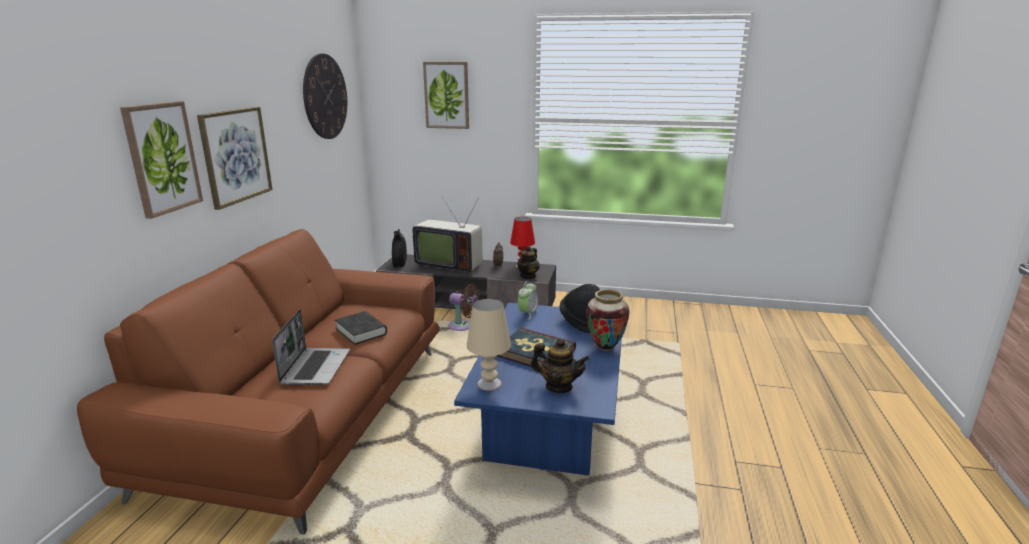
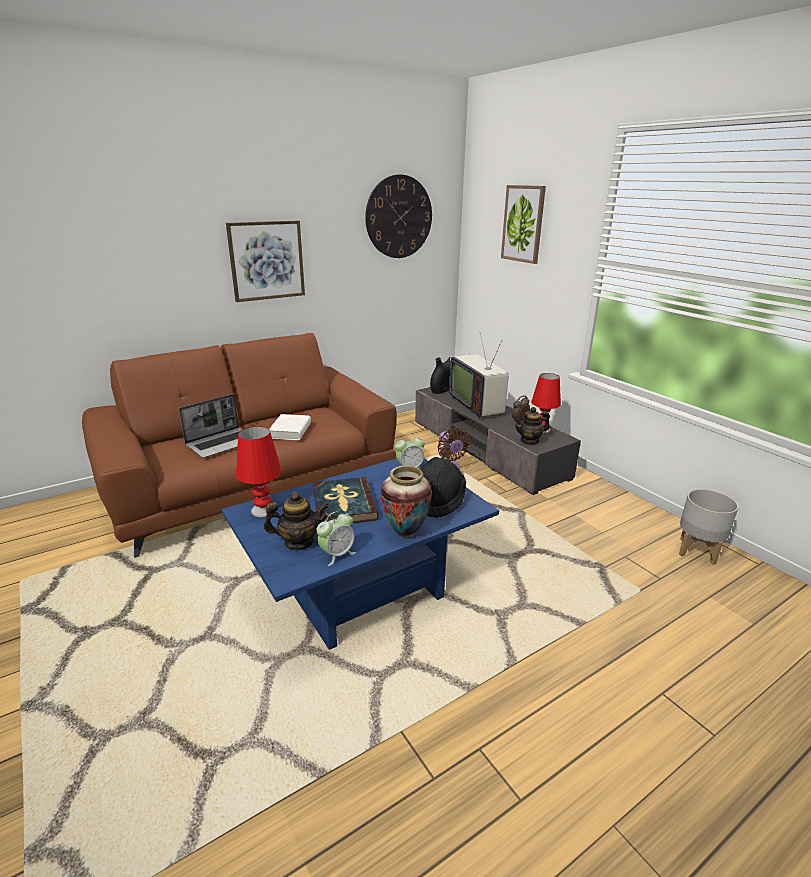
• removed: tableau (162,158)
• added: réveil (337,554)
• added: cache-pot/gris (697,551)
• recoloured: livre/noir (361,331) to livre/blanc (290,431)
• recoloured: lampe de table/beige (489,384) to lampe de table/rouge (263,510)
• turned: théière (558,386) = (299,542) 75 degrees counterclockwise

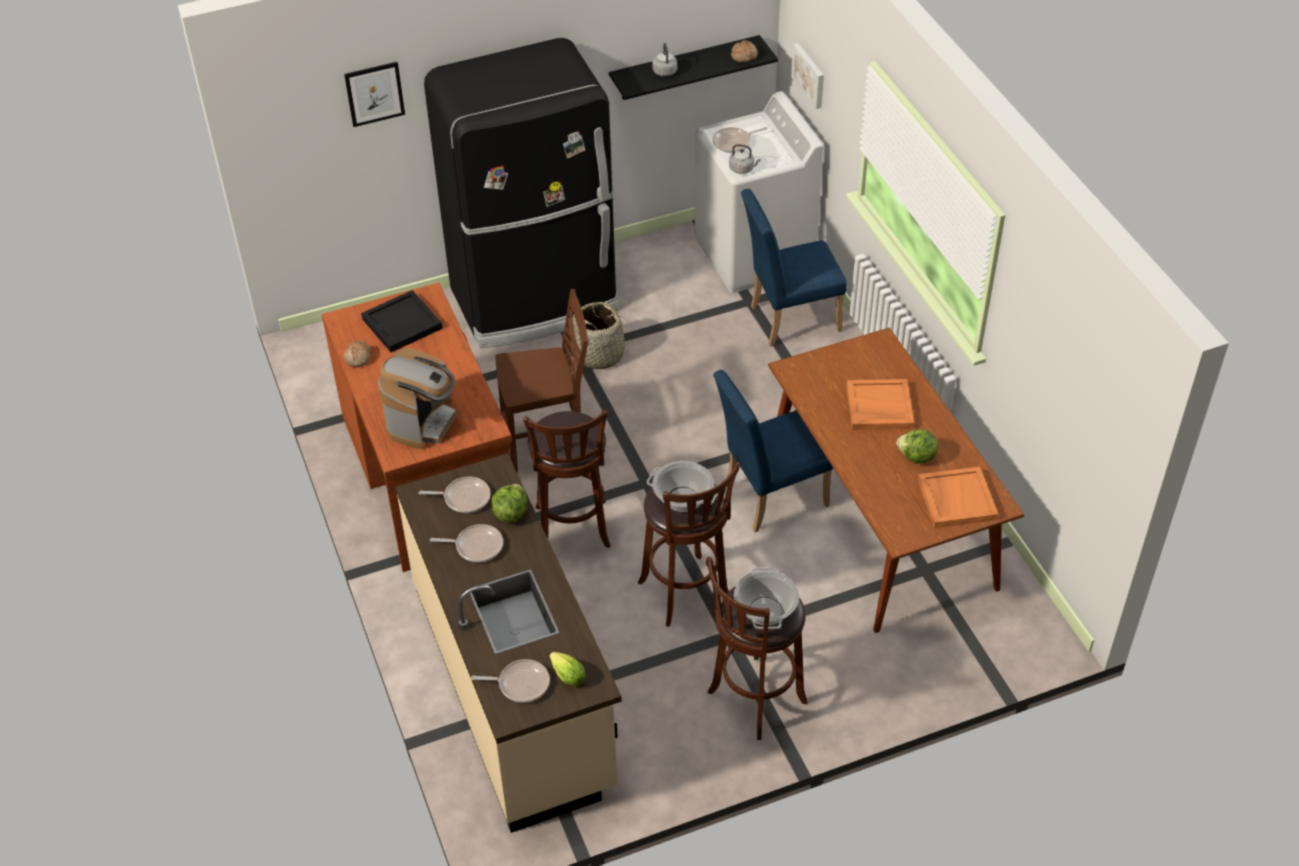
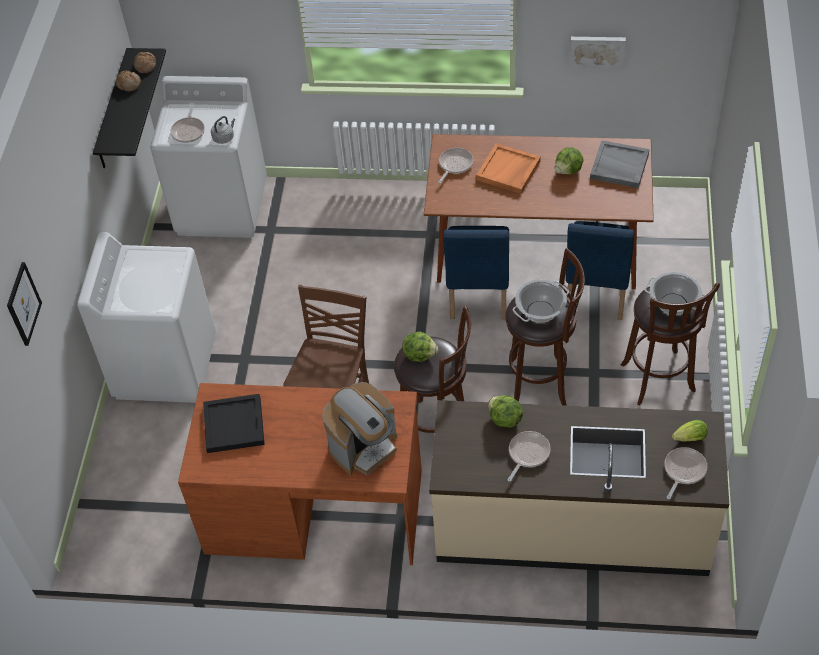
• removed: panier (600,354)
• removed: bouilloire/gris (664,71)
• added: laitue (419,354)
• moved: pain (358,358) to (129,84)
• moved: poêle (464,498) to (454,165)
• moved: chaise/bleu (788,319) to (596,295)
• moved: tableau (809,75) to (597,50)
• replaced: réfrigérateur/noir (535,301) to lave-linge/blanc (165,365)
• recoloured: plateau/orange (956,499) to plateau/gris (618,166)
• turned: machine à café (422,422) = (364,447) 90 degrees clockwise

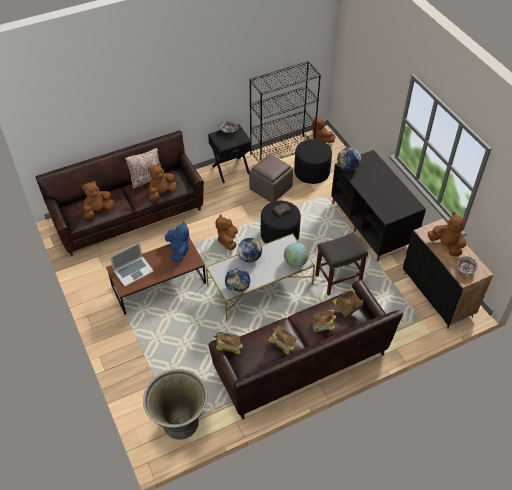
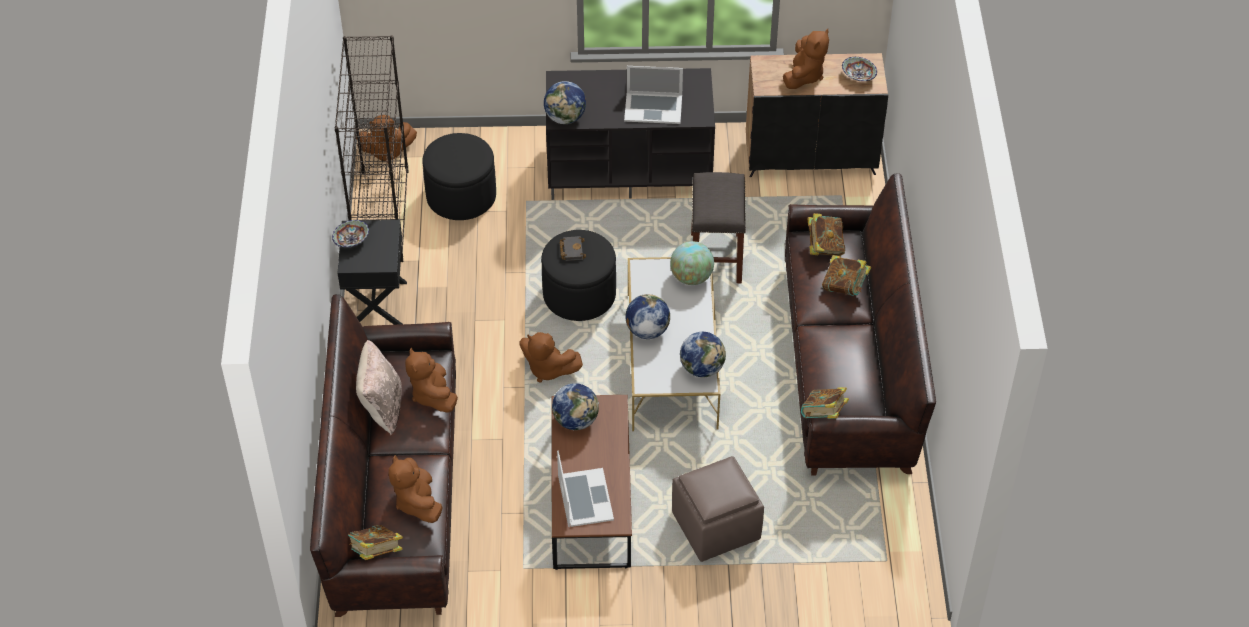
• removed: cache-pot/gris (180,423)
• added: ordinateur portable (653,108)
• moved: pouf/marron (270,188) to (715,527)
• moved: livre (282,345) to (374,553)
• replaced: peluche/bleu (178,251) to globe (576,420)
• turned: peluche/marron (446,245) = (804,75) 135 degrees clockwise

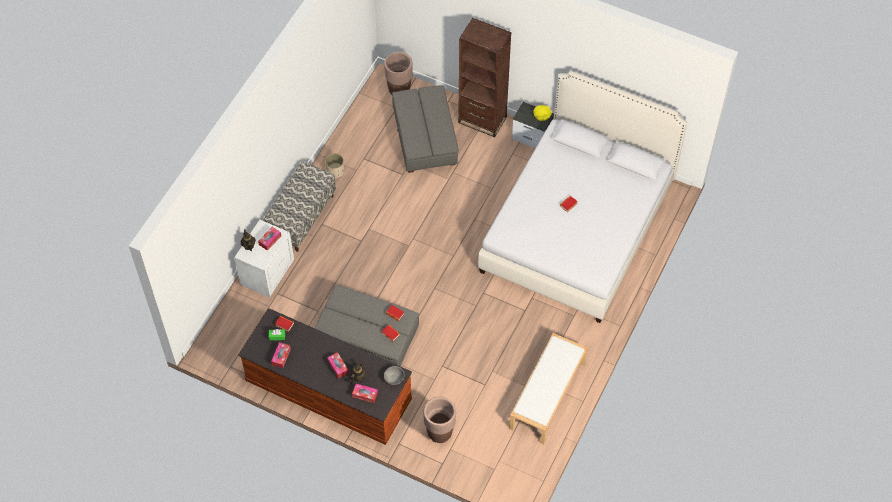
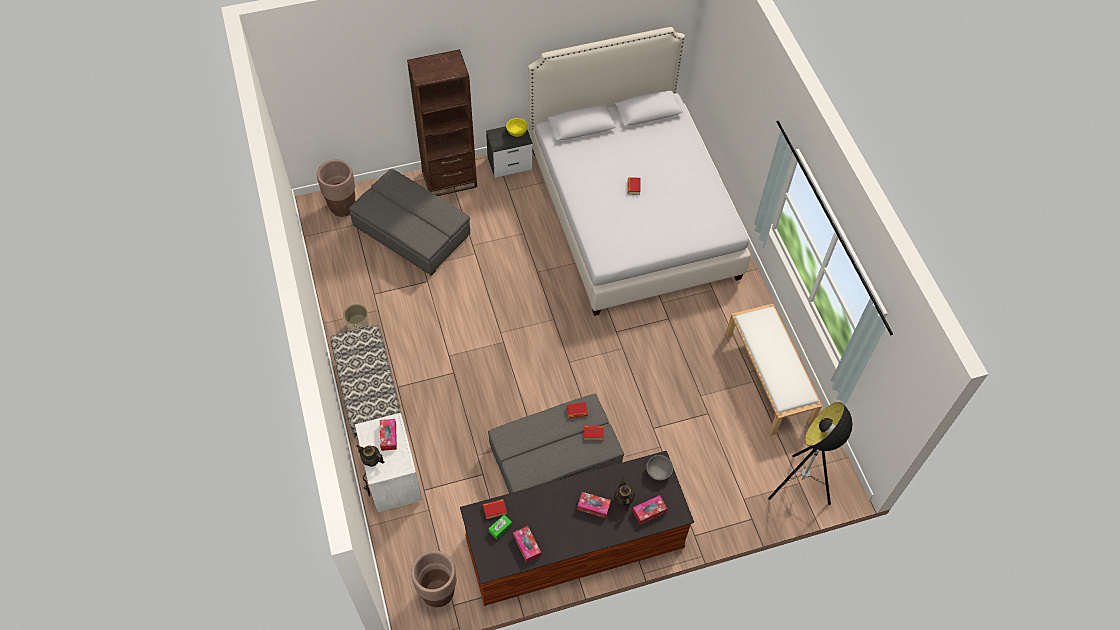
• added: lampadaire (798,487)
• moved: cache-pot/marron (440,433) to (438,593)

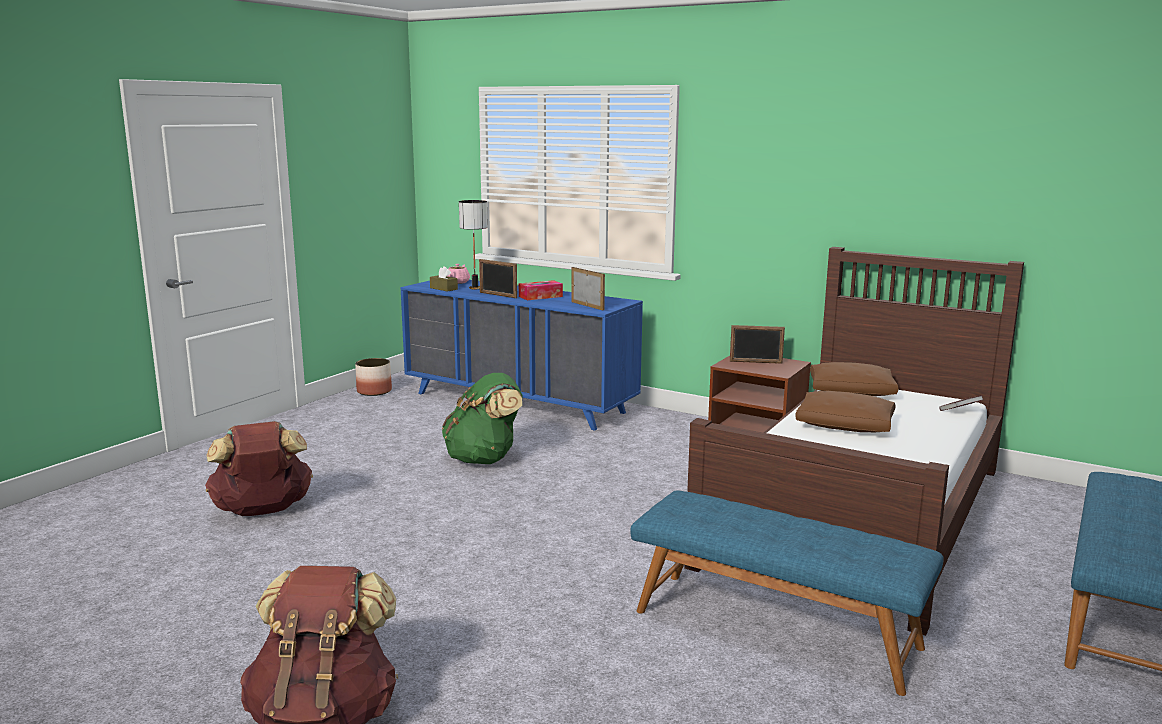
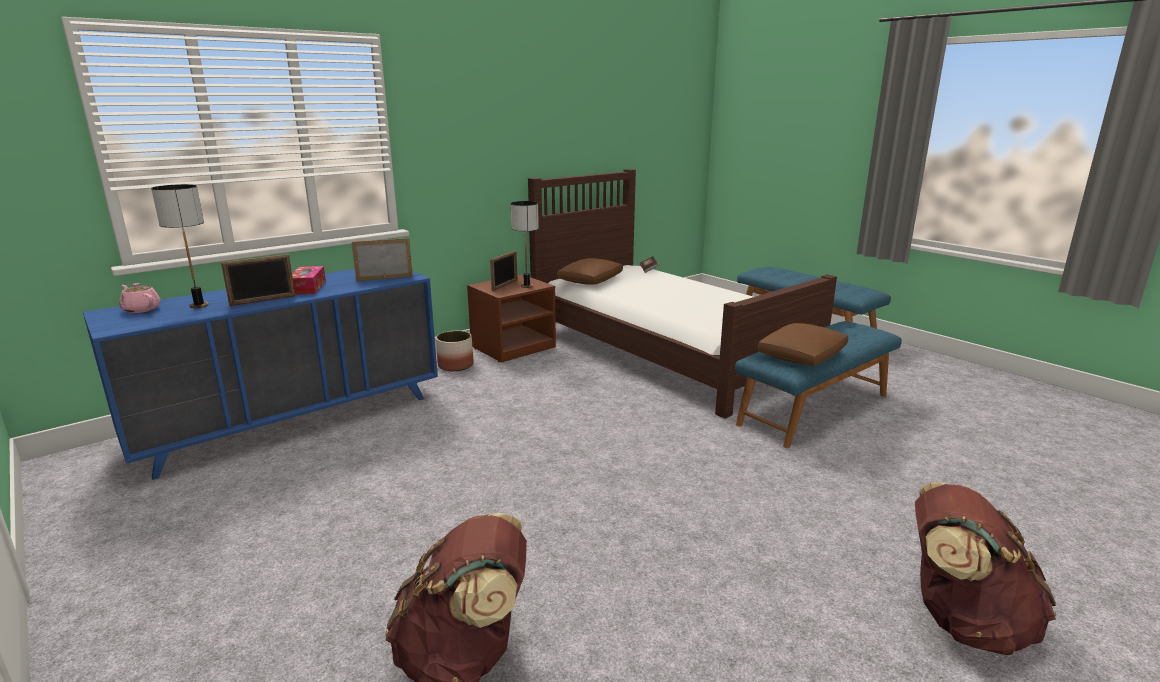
• removed: boîte à mouchoirs/marron (443,288)
• removed: sac à dos/vert (484,459)
• added: lampe de table (526,286)
• moved: cache-pot (374,391) to (455,365)
• moved: coussin/marron (845,425) to (802,355)

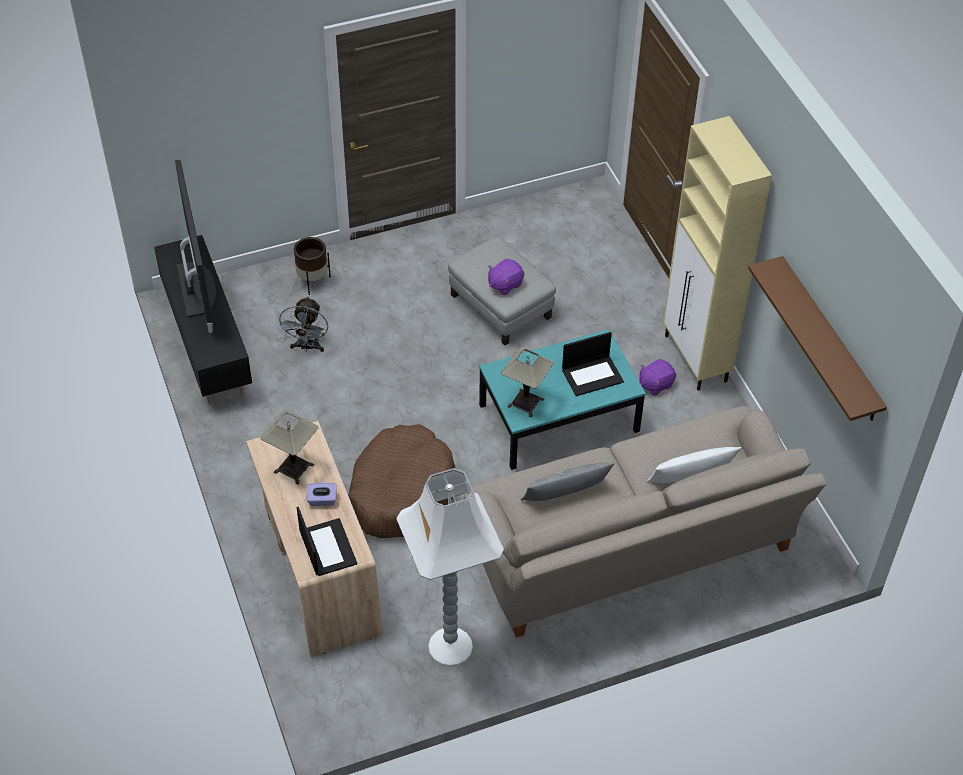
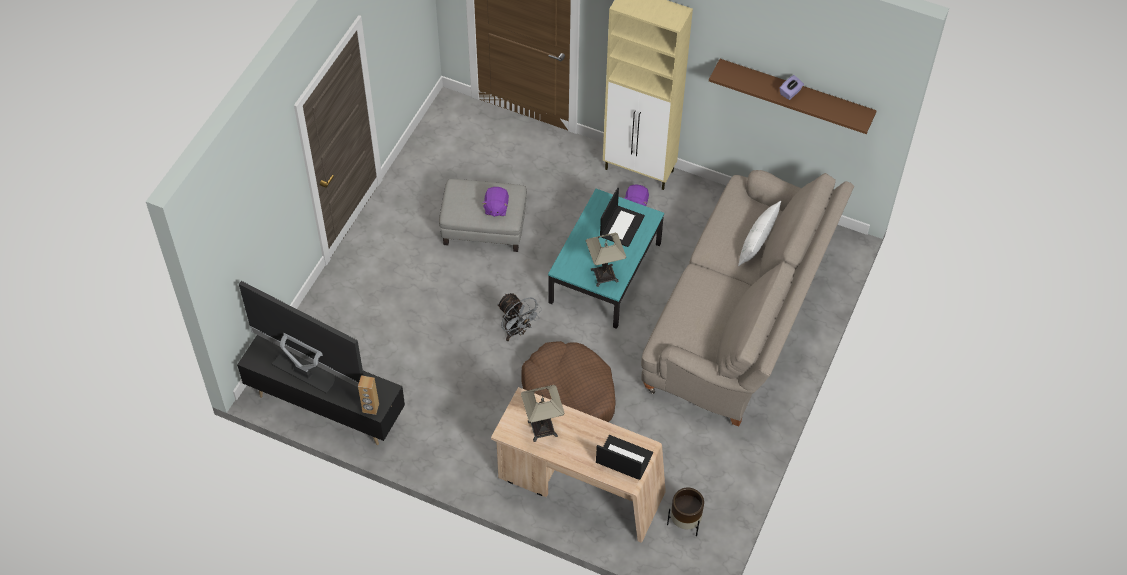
• removed: lampadaire/blanc (450,647)
• removed: coussin/gris (565,493)
• added: enceinte/marron (370,408)
• moved: ventilateur/gris (307,347) to (517,331)
• moved: cache-pot/marron (312,281) to (685,523)
• moved: boîte à mouchoirs/violet (322,500) to (790,92)

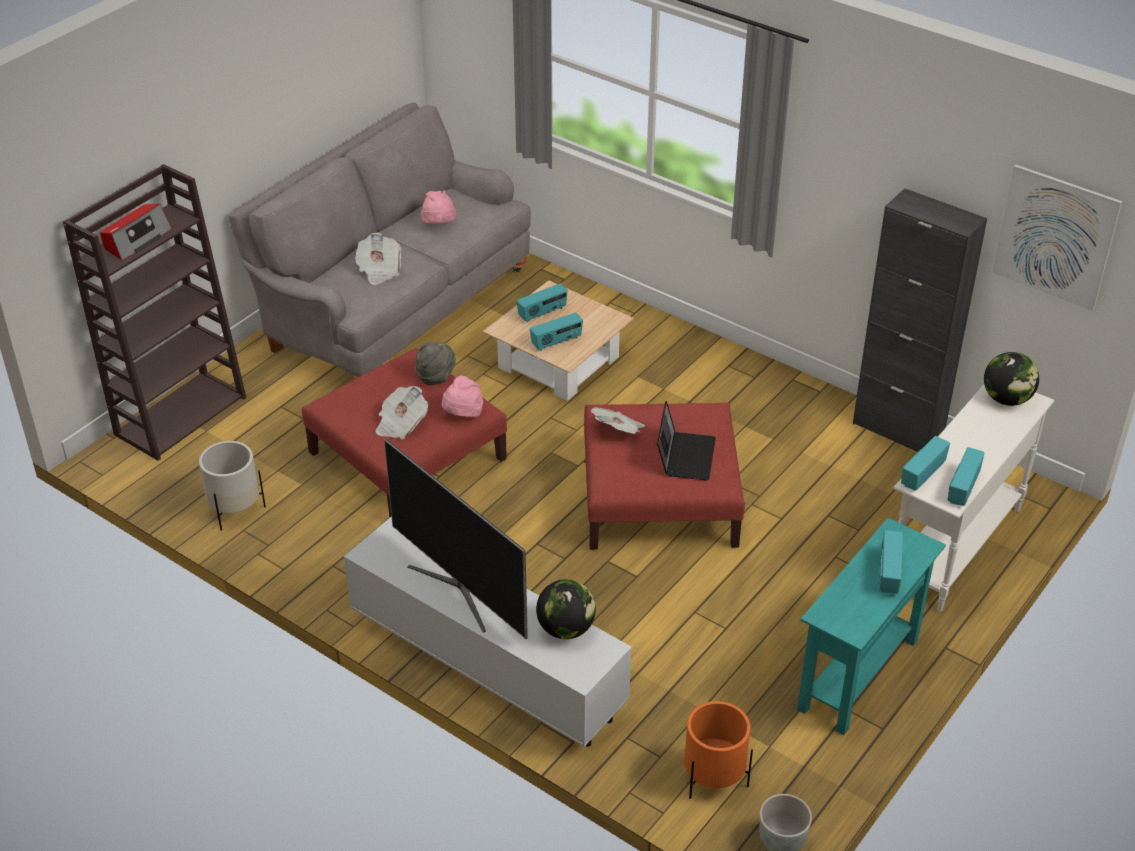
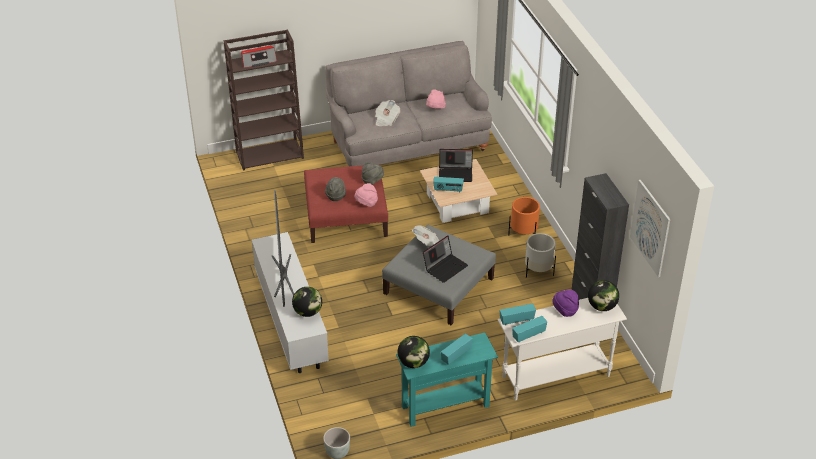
• added: globe (413,363)
• added: chapeau/violet (565,311)
• moved: cache-pot/blanc (235,510) to (538,271)
• moved: cache-pot/orange (713,778) to (523,233)
• replaced: journal (401,424) to chapeau/gris (335,196)
• replaced: radio (542,313) to ordinateur portable (456,173)
• recoloured: pouf/rouge (660,498) to pouf/gris (439,287)

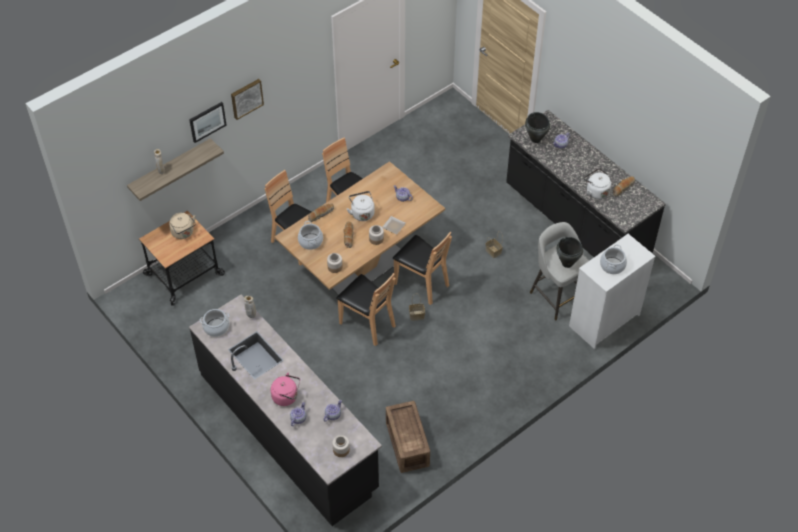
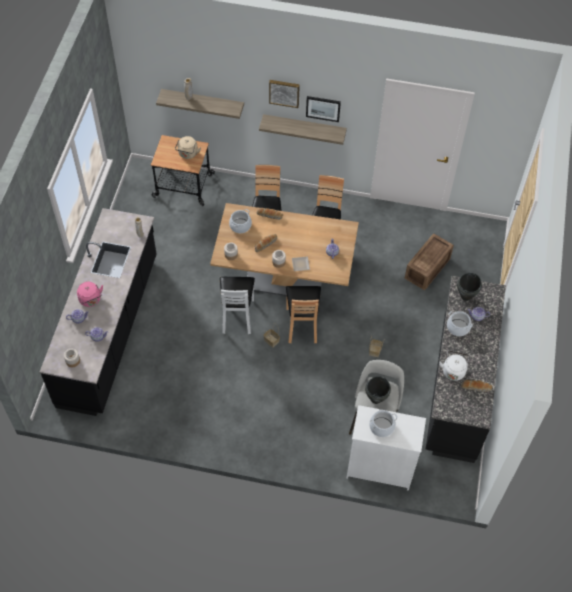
• removed: bouilloire/blanc (362,213)
• added: étagère (304,127)
• moved: tableau (207,121) to (323,108)
• moved: marmite (216,327) to (458,327)
• moved: caisse (408,443) to (428,268)
• recoloured: chaise/marron (367,323) to chaise/blanc (237,315)

